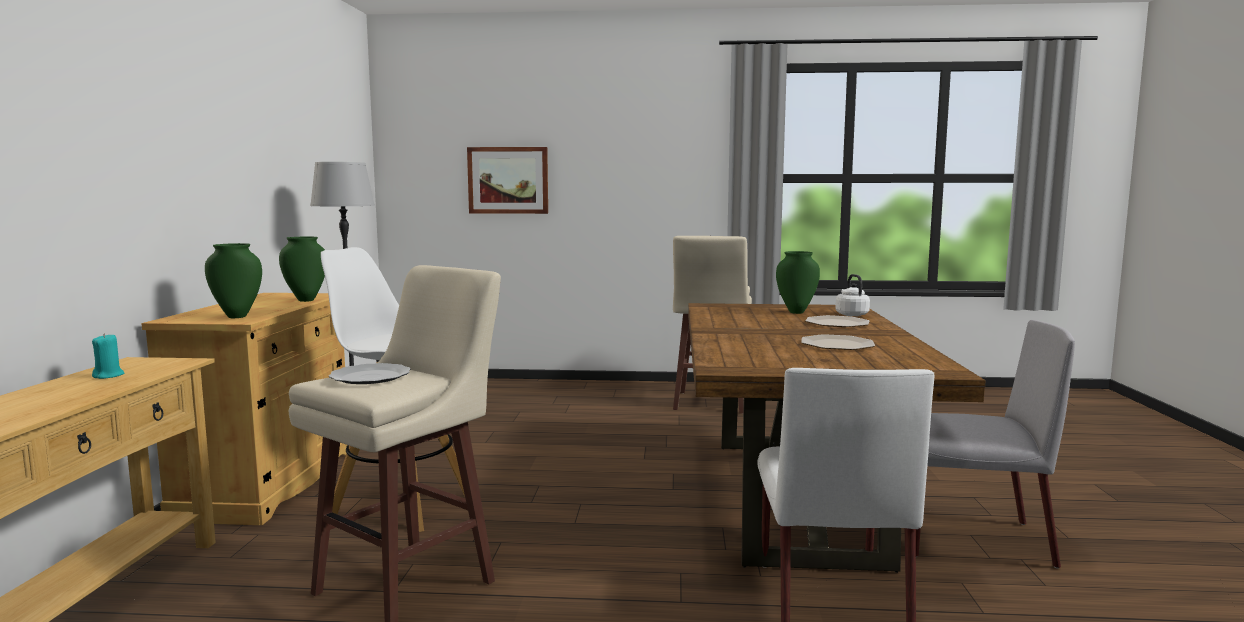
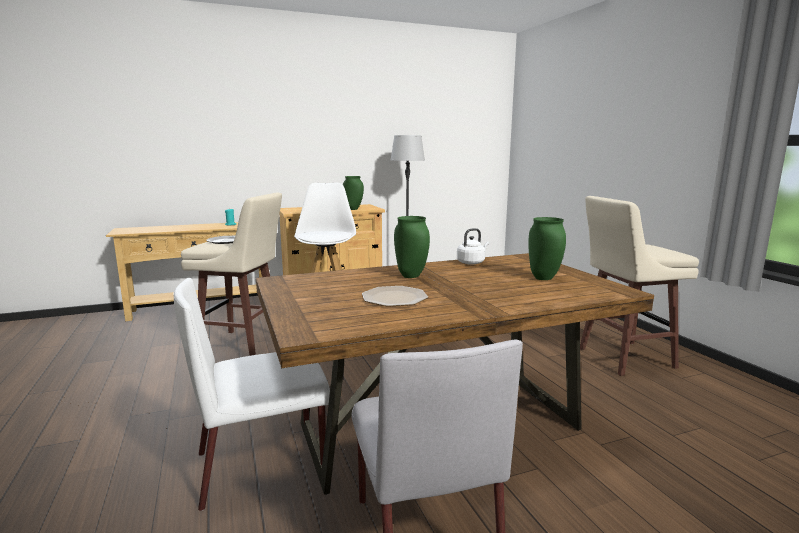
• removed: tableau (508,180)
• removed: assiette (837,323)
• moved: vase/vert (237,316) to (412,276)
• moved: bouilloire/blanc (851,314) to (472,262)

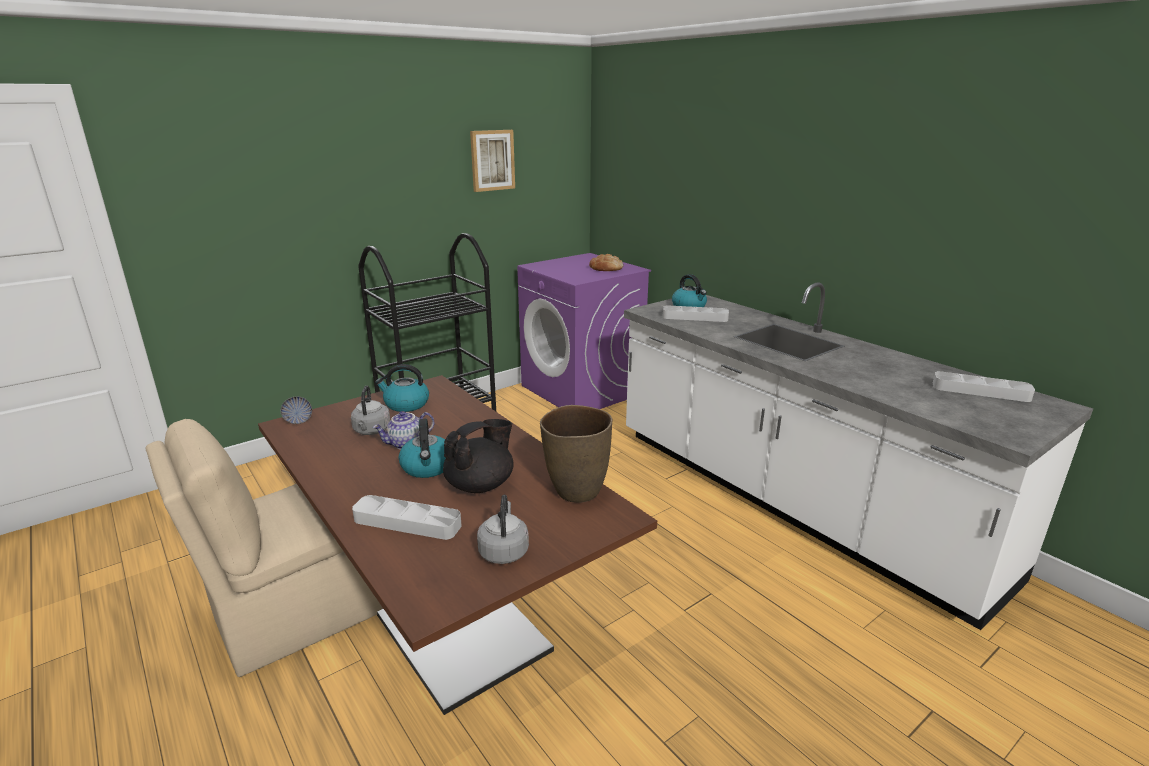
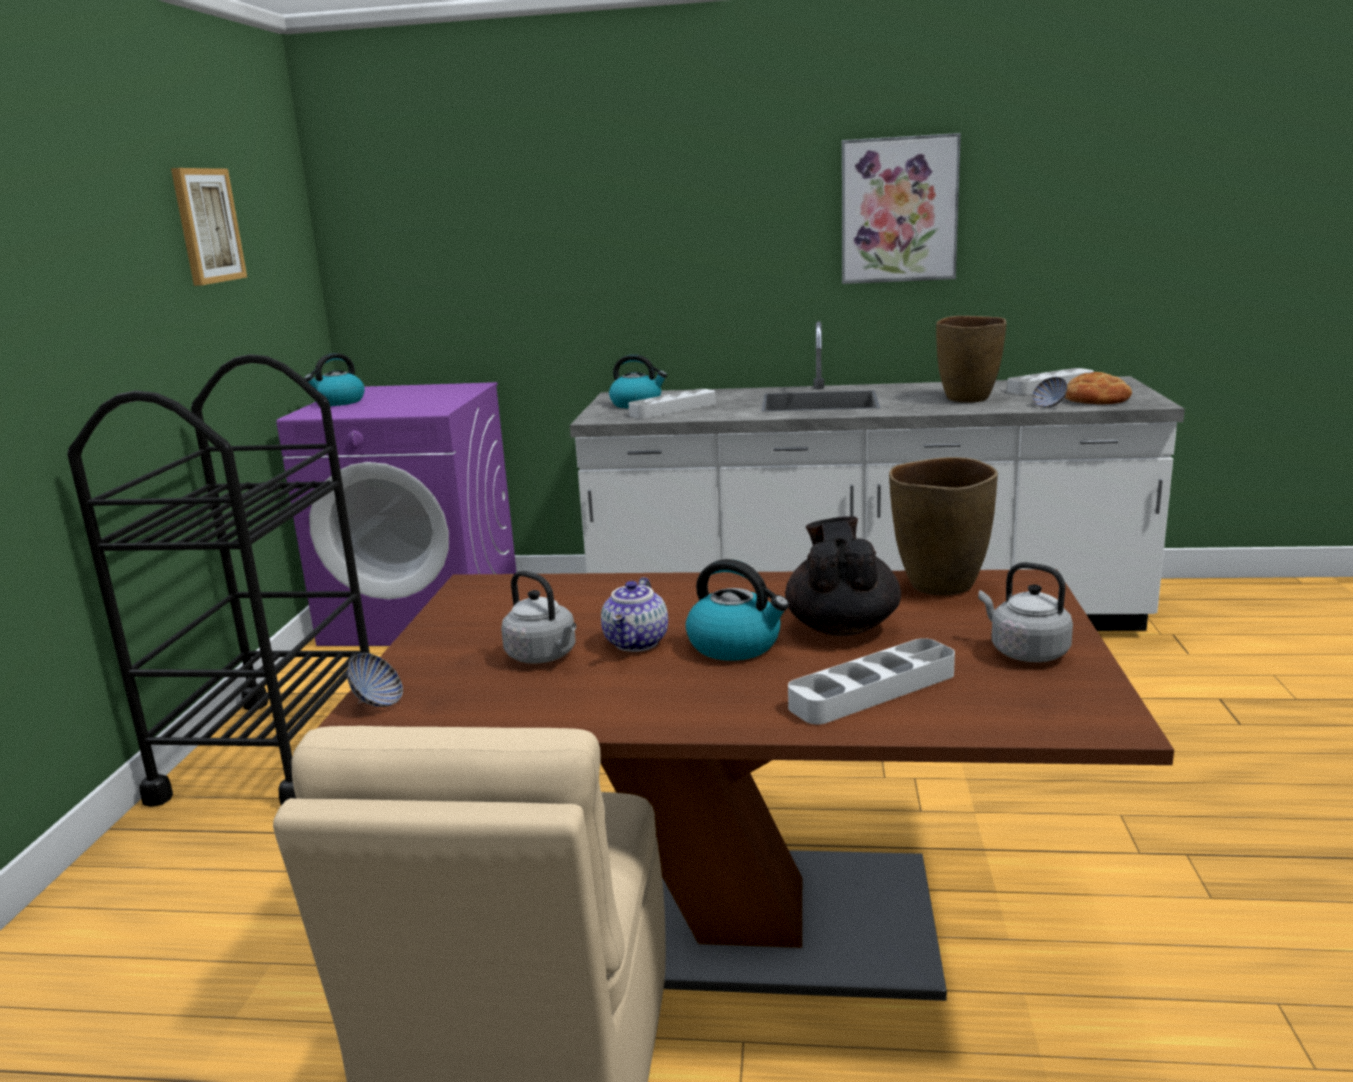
• added: tableau (899,210)
• added: vase/marron (968,399)
• added: bol (1049,406)
• moved: bouilloire (406,404) to (338,402)
• moved: pain (606,268) to (1096,399)

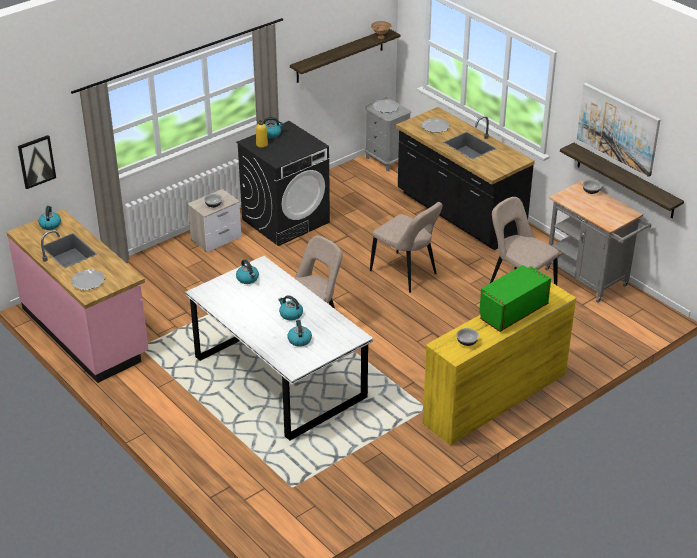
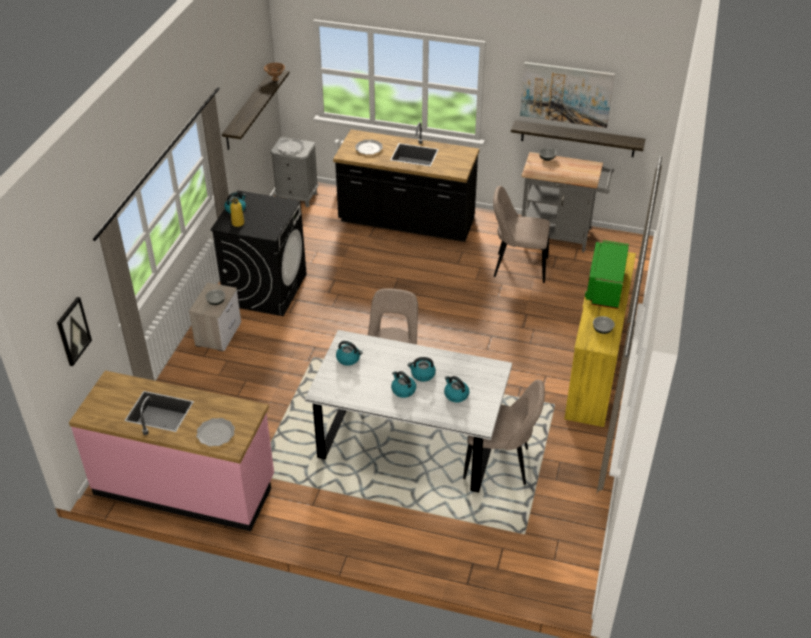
• moved: bouilloire (50,224) to (403,390)
• moved: chaise/beige (405,274) to (500,464)

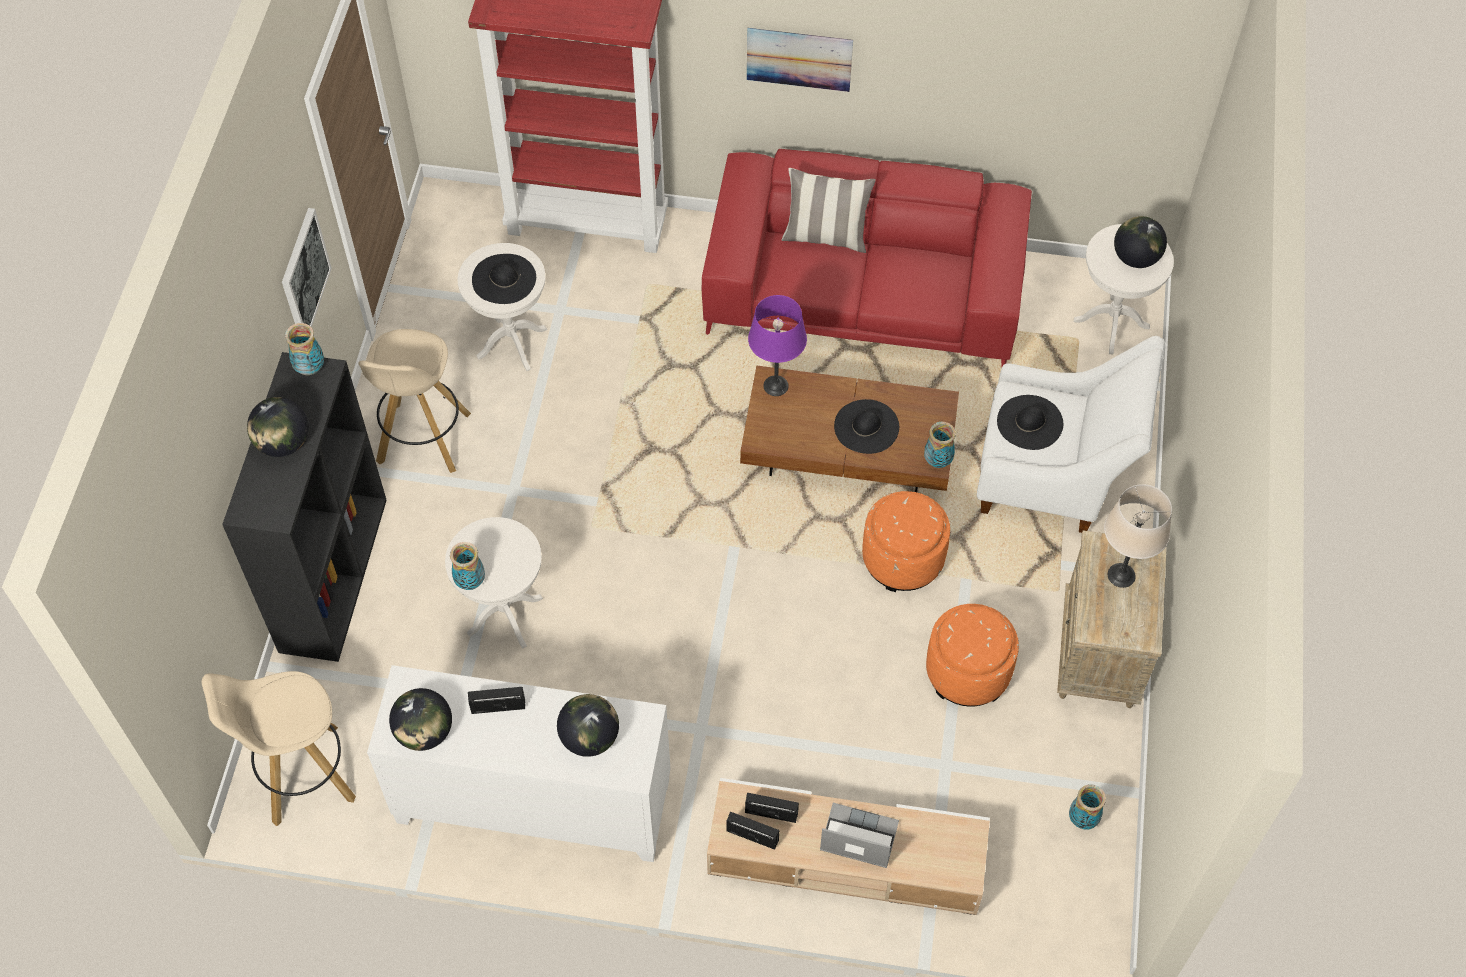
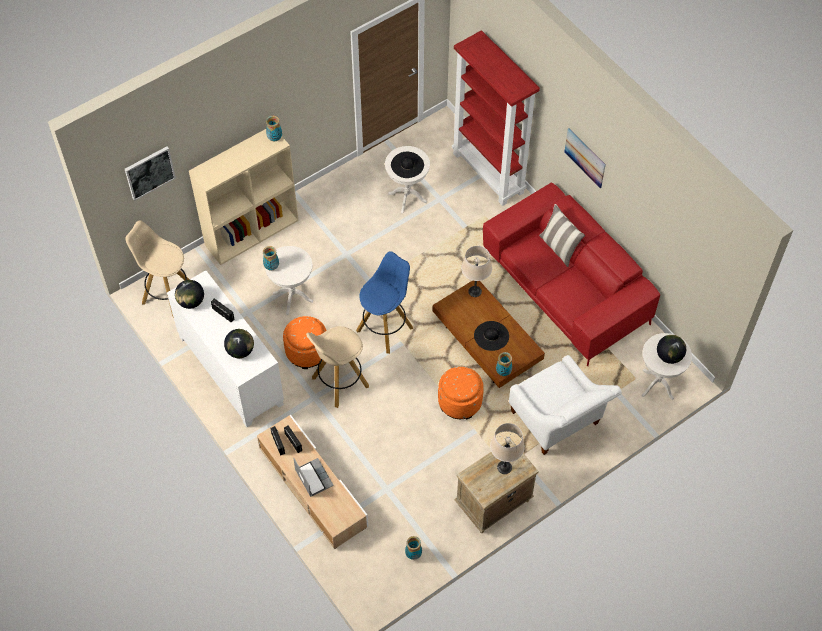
• removed: globe (283,443)
• removed: chapeau/noir (1030,422)
• added: tabouret/bleu (385,328)
• moved: tableau (304,274) to (149,172)
• moved: tabouret/beige (423,439) to (339,383)
• moved: pouf/orange (967,672) to (307,351)
• recoloured: bibliothèque/noir (332,573) to bibliothèque/beige (252,232)
• recoloured: lampe de table/violet (775,386) to lampe de table/beige (474,291)

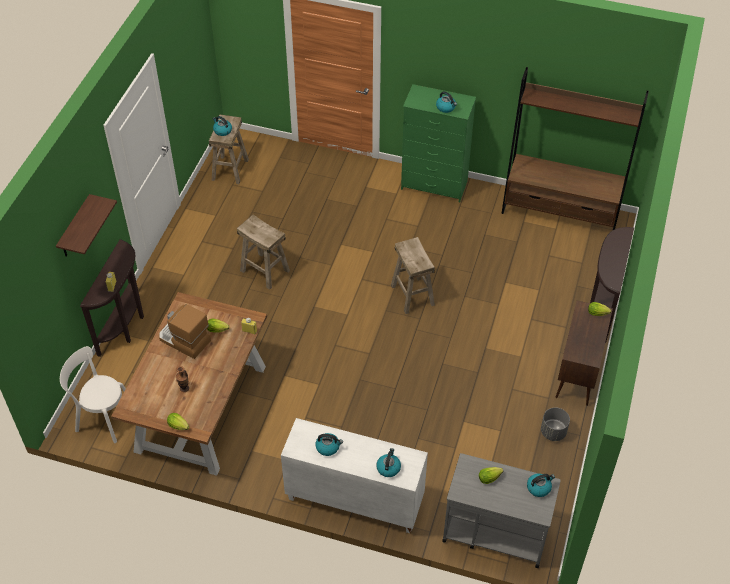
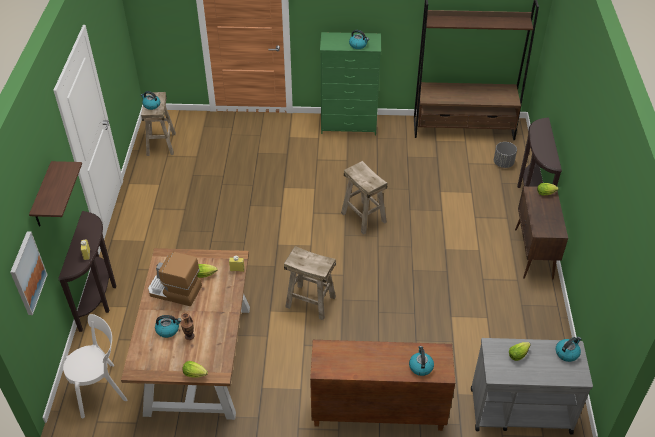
• added: tableau (27,273)
• moved: tabouret/beige (264,271) to (310,302)
• moved: bouilloire (328,447) to (168,329)
• moved: cache-pot/gris (553,432) to (503,163)
• recoloured: meuble de rangement/blanc (353,500) to meuble de rangement/marron (377,412)
• turned: chaise/blanc (103,417) = (101,389) 150 degrees clockwise

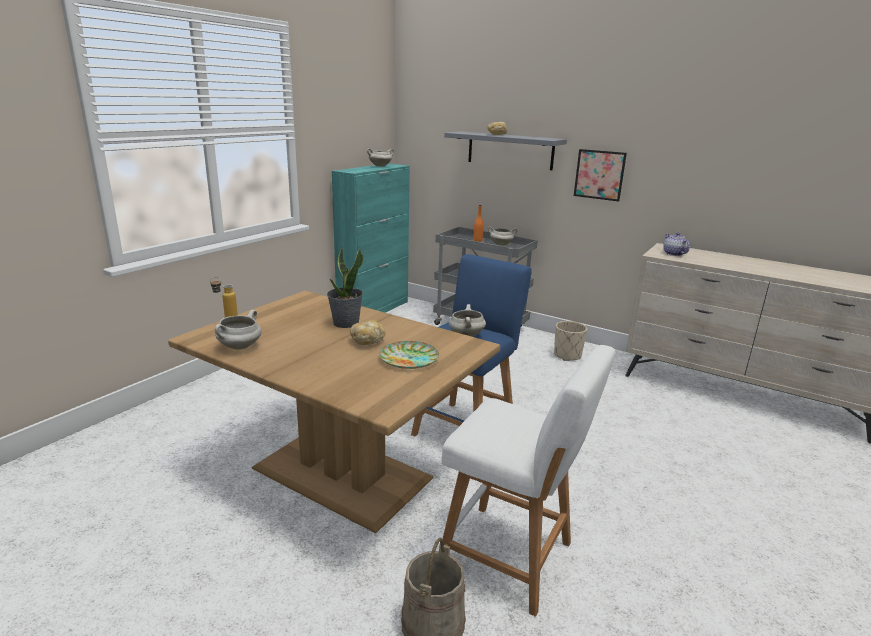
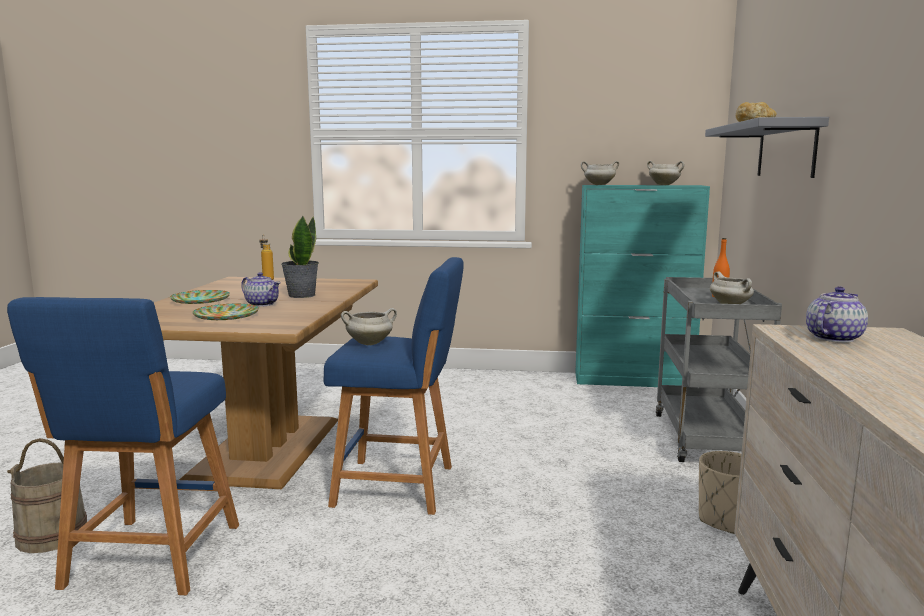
• removed: tableau (599,175)
• added: assiette (200,301)
• moved: marmite/blanc (239,347) to (598,185)
• replaced: pain (368,341) to théière (262,304)
• recoloured: tabouret/blanc (512,558) to tabouret/bleu (149,560)

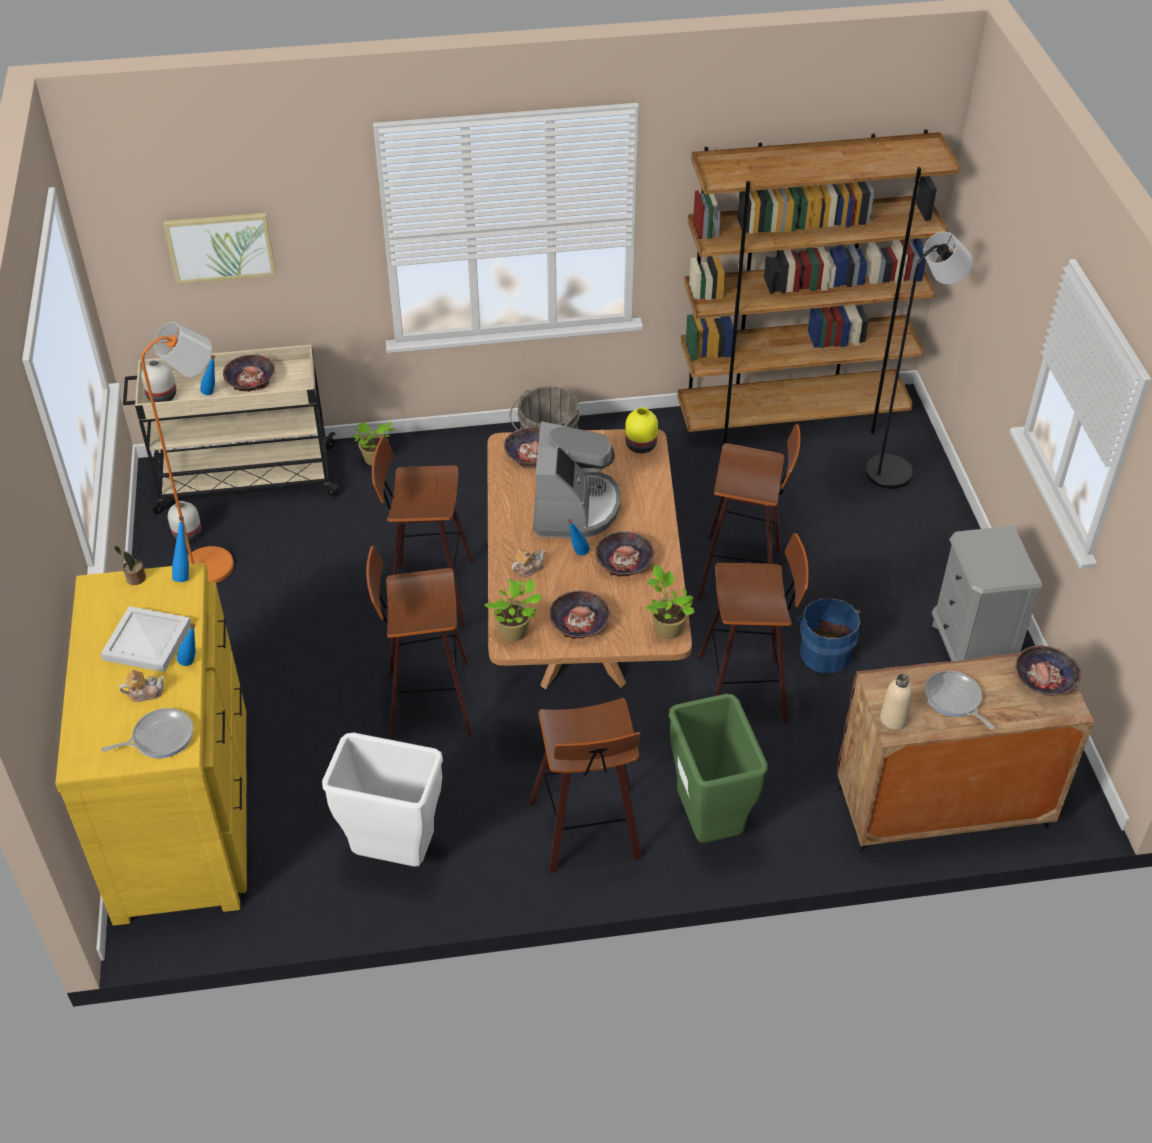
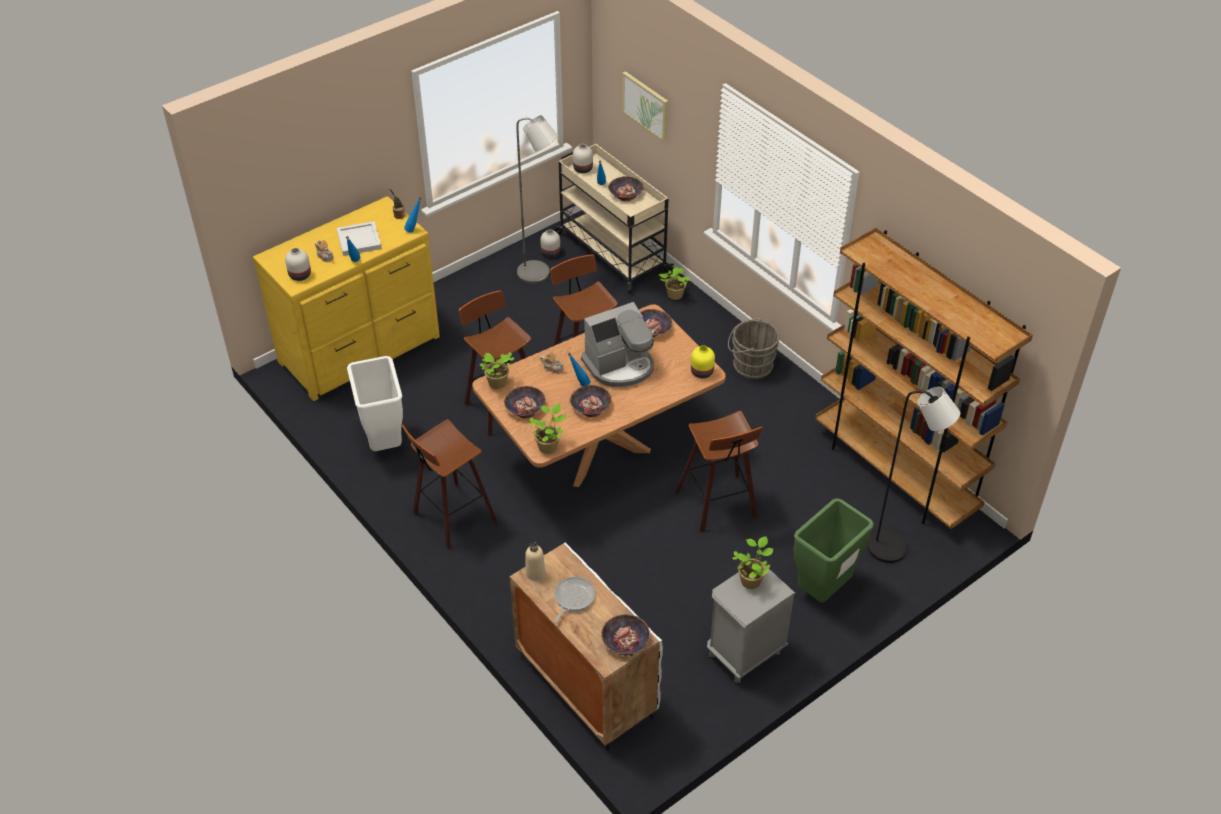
• removed: tabouret (745,690)
• removed: seau/bleu (824,652)
• added: plante en pot (751,580)
• moved: poubelle/vert (709,825) to (822,591)
• replaced: poêle (159,737) to vase/blanc (300,274)
• recoloured: lampadaire/orange (218,563) to lampadaire/gris (539,275)
• recoloured: meuble de rangement/marron (941,808) to meuble de rangement/blanc (585,684)

